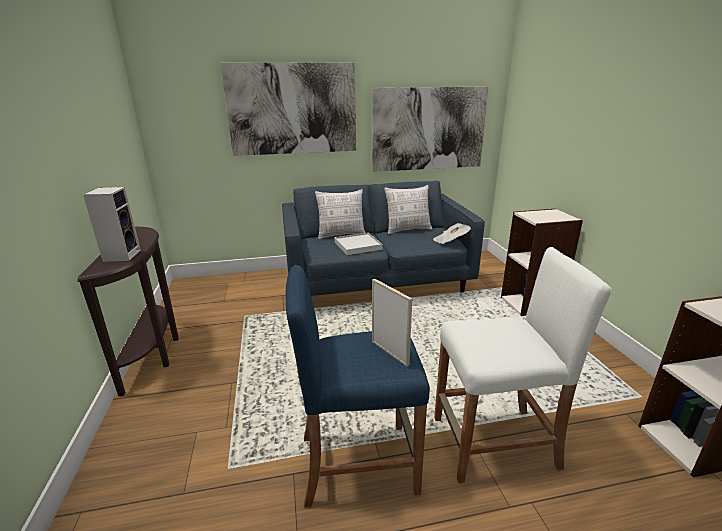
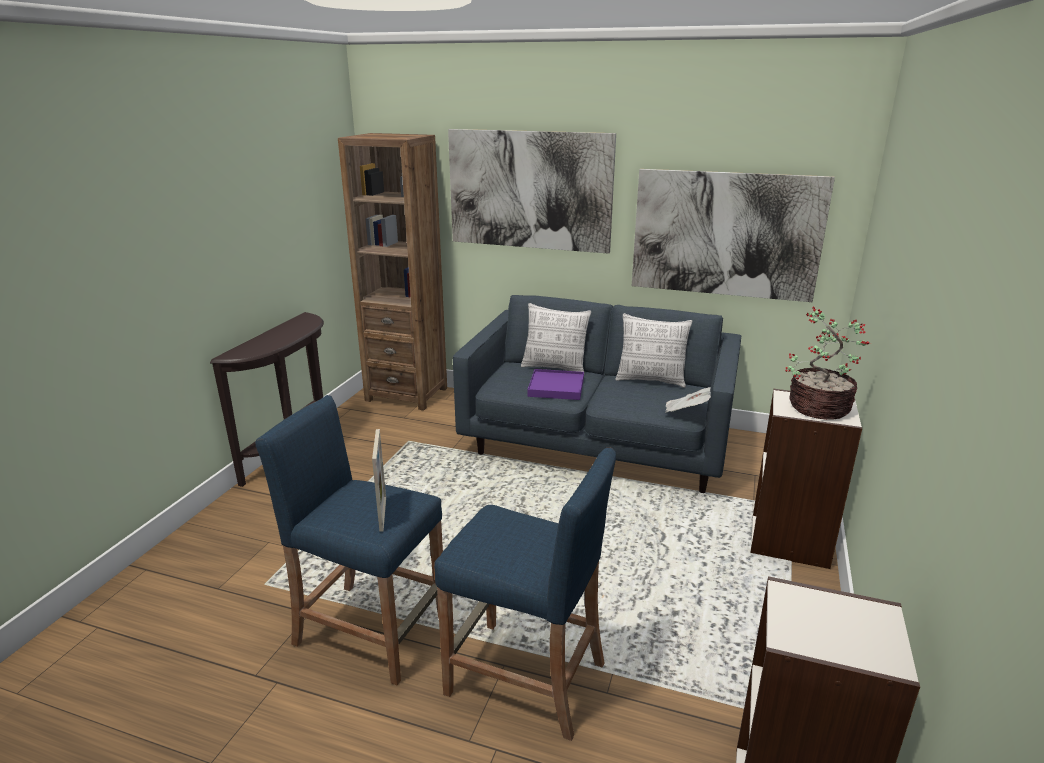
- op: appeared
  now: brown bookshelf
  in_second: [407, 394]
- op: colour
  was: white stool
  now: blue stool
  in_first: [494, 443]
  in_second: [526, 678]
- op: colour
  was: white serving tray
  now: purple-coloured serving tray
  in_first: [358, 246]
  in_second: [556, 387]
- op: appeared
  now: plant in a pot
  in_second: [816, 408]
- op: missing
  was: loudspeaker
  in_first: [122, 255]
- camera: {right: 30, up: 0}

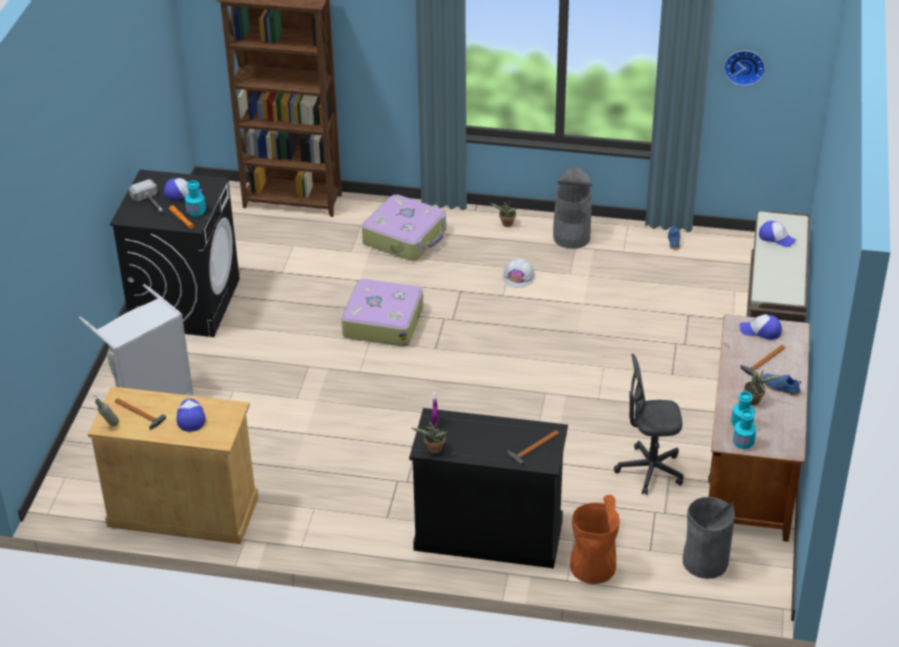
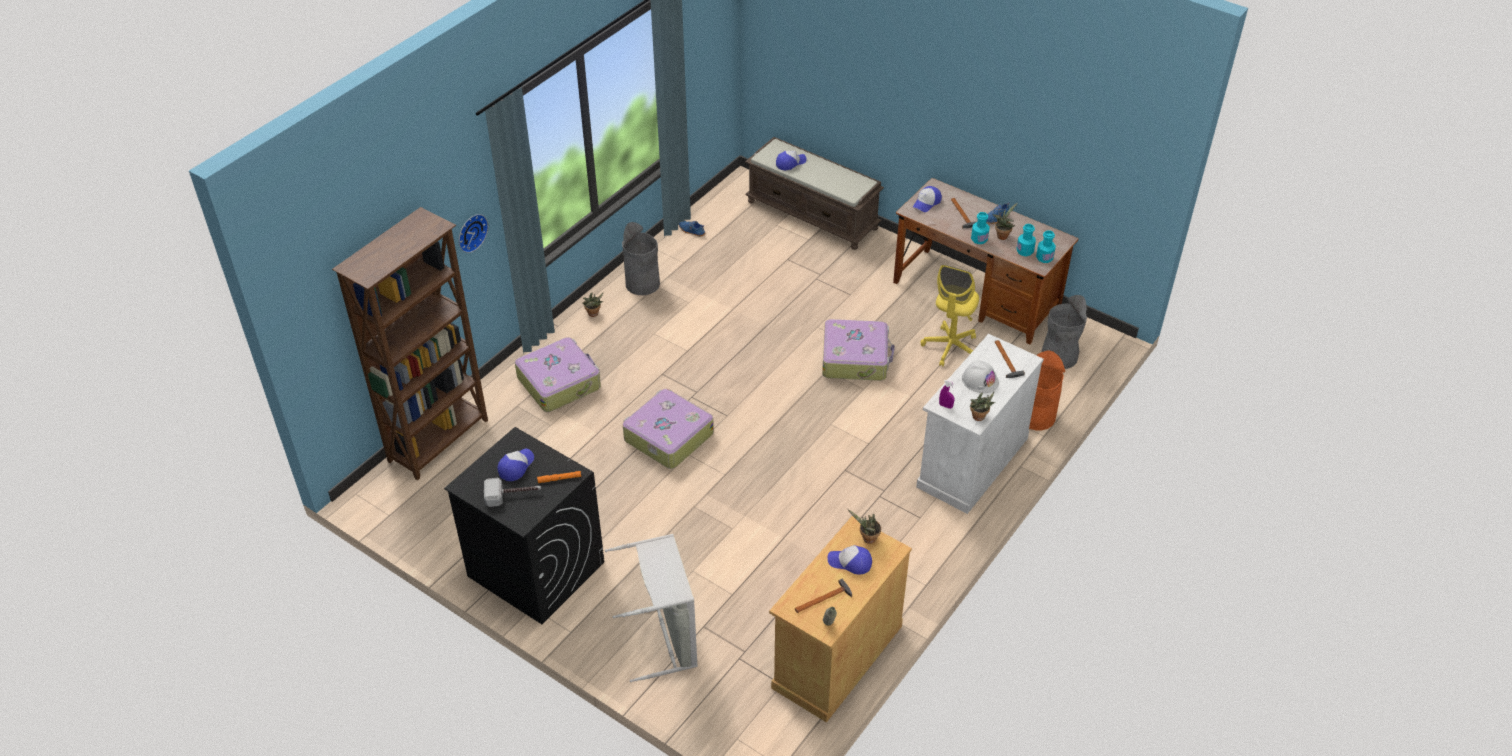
- op: relocated
  was: clock on the wall
  in_first: [744, 66]
  in_second: [471, 232]
- op: appeared
  now: travel case
  in_second: [855, 358]
- op: appeared
  now: plant in a pot
  in_second: [867, 539]
- op: colour
  was: blackish cupboard
  now: white cupboard
  in_first: [488, 534]
  in_second: [972, 462]
- op: colour
  was: greyish office chair
  now: yellow-coloured office chair
  in_first: [650, 471]
  in_second: [950, 347]
- op: relocated
  was: white work helmet
  in_first: [518, 277]
  in_second: [980, 380]
- op: relocated
  was: blue-green bottle
  in_first: [196, 211]
  in_second: [979, 239]
- camera: {right: -65, up: 5}

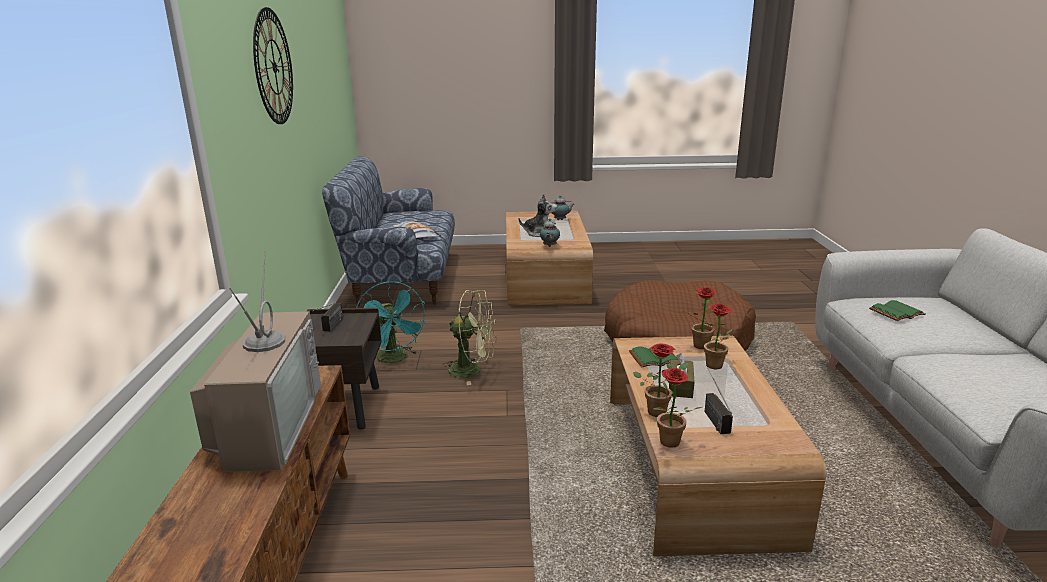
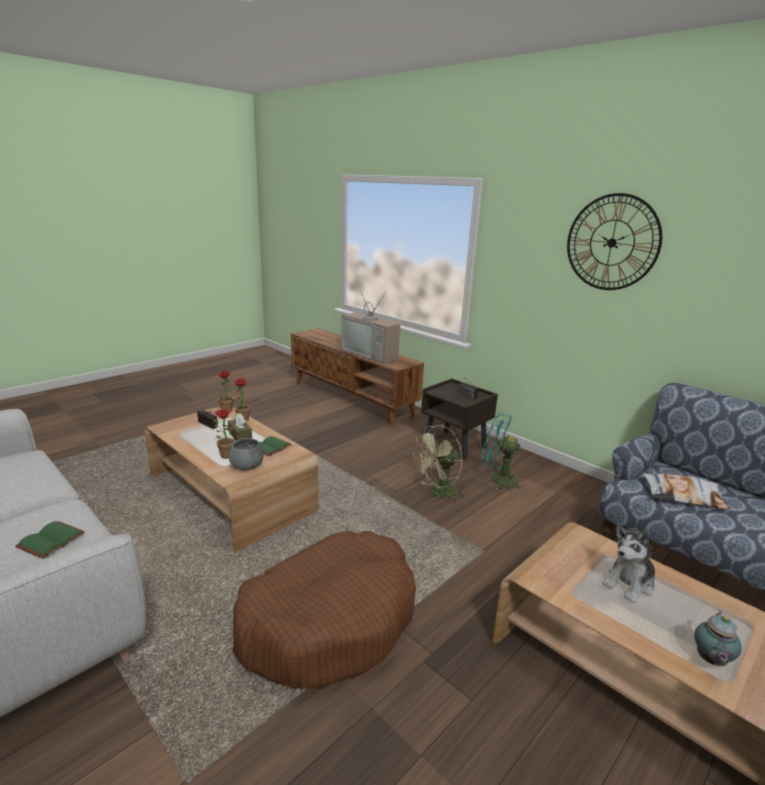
- op: exchanged
  was: plant in a pot
  now: greyish serving bowl
  in_first: [698, 346]
  in_second: [247, 466]
- op: missing
  was: teapot
  in_first: [549, 246]
- camera: {right: 135, up: 0}

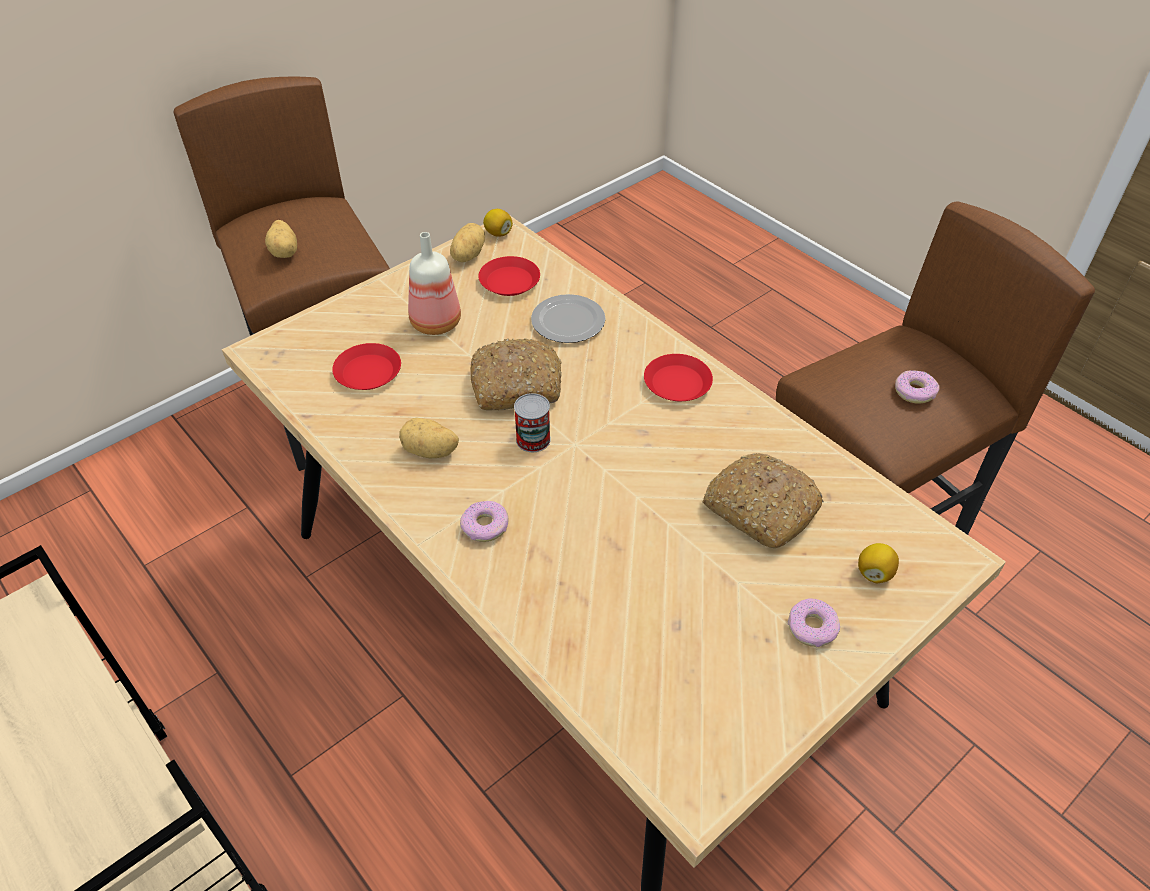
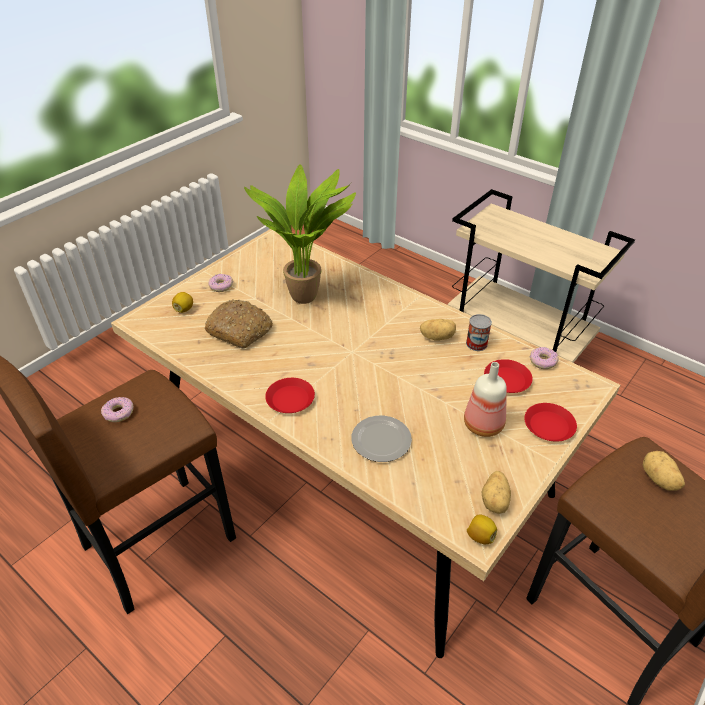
- op: appeared
  now: plant in a pot
  in_second: [307, 295]
- op: relocated
  was: can
  in_first: [533, 439]
  in_second: [476, 344]
- op: relocated
  was: red-coloured flat dish
  in_first: [509, 281]
  in_second: [549, 426]
- op: relocated
  was: doughnut
  in_first: [485, 526]
  in_second: [542, 361]
- op: missing
  was: bread
  in_first: [517, 385]
- camera: {right: 170, up: -5}

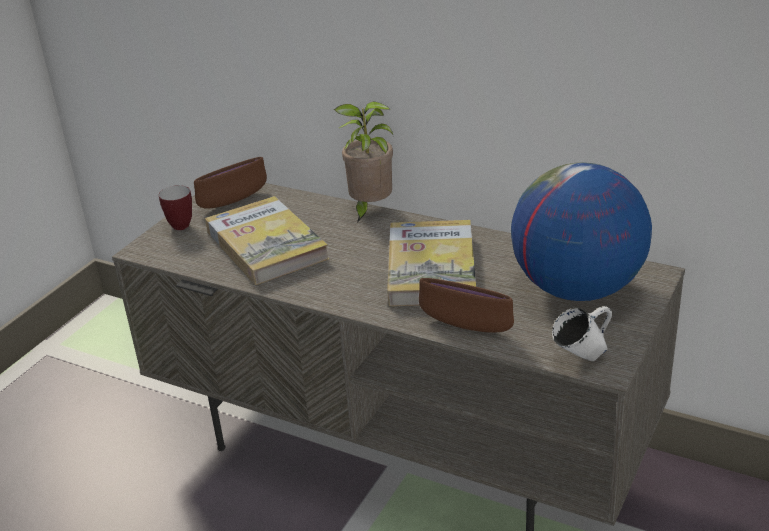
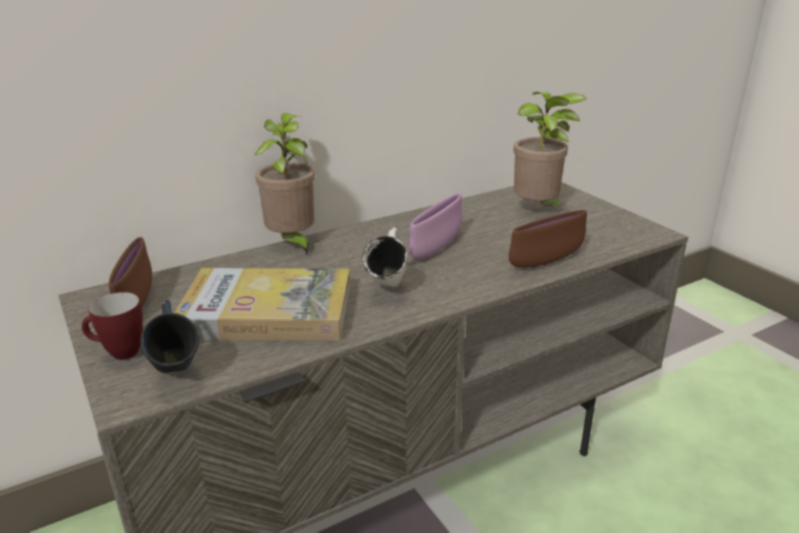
- op: appeared
  now: blue mug
  in_second: [177, 376]
- op: relocated
  was: white mug
  in_first: [581, 359]
  in_second: [388, 291]
- op: exchanged
  was: book
  now: purple-coloured serving bowl
  in_first: [431, 268]
  in_second: [436, 248]
- op: exchanged
  was: desk globe
  now: plant in a pot
  in_first: [576, 289]
  in_second: [538, 211]
- camera: {right: -60, up: -5}

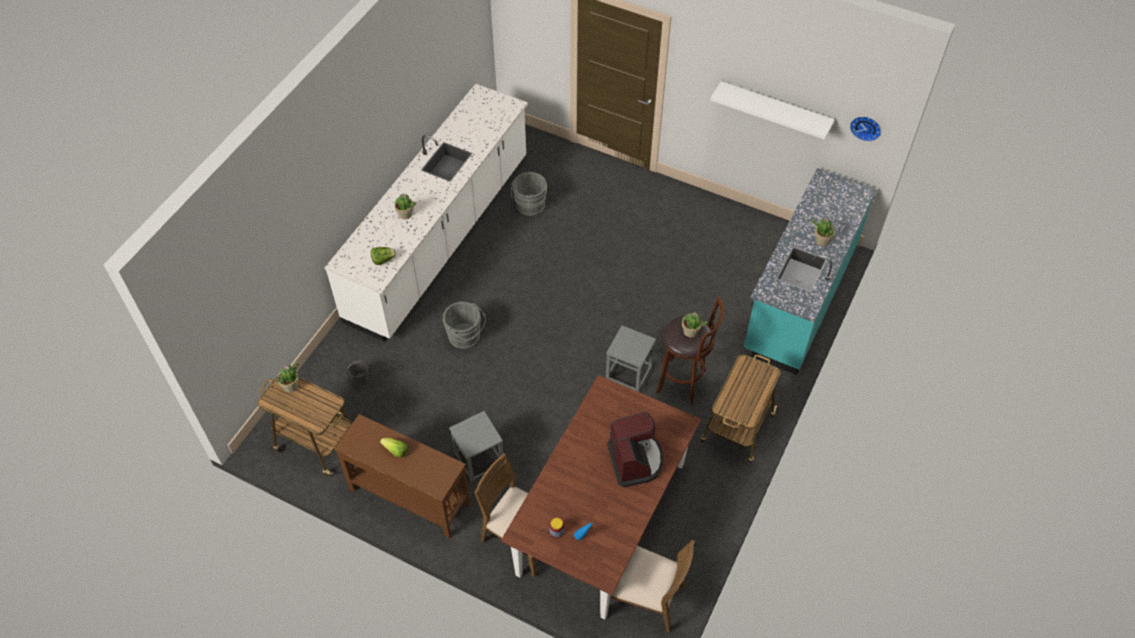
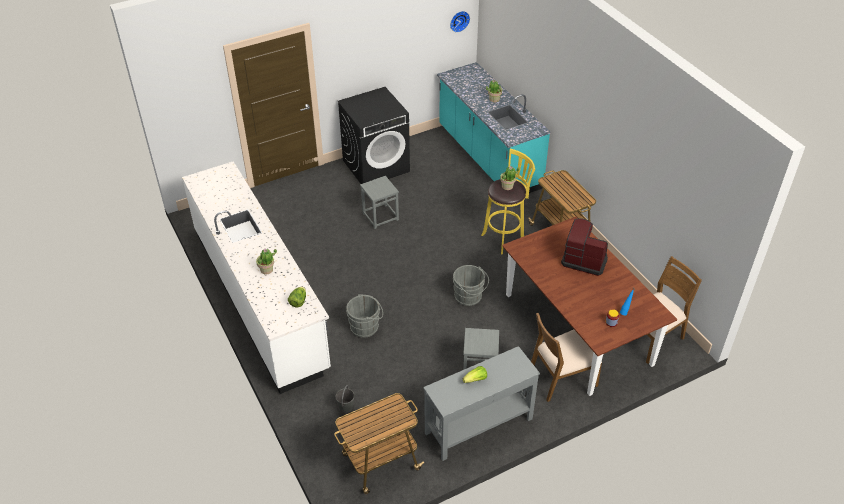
- op: appeared
  now: blackish laundry appliance
  in_second: [376, 165]
- op: relocated
  was: greyish stool
  in_first: [629, 373]
  in_second: [380, 216]
- op: colour
  was: brown narrow table
  now: greyish narrow table
  in_first: [409, 496]
  in_second: [478, 426]
- op: relocated
  was: greyish bucket
  in_first: [530, 207]
  in_second: [469, 297]
- op: colour
  was: brown stool
  now: yellow-coloured stool
  in_first: [684, 382]
  in_second: [505, 238]
- op: missing
  was: plant in a pot
  in_first: [291, 386]
- op: missing
  was: white shelf
  in_first: [775, 109]
- camera: {right: -55, up: -10}

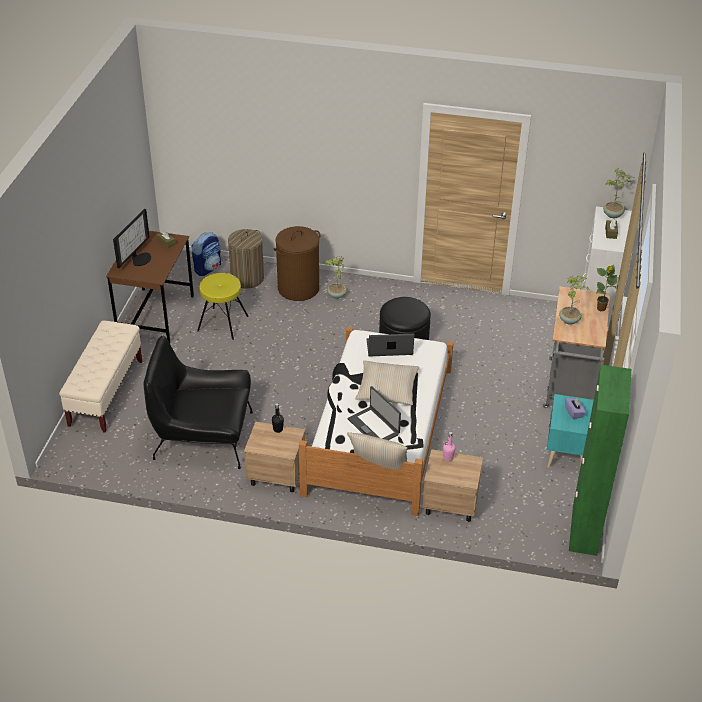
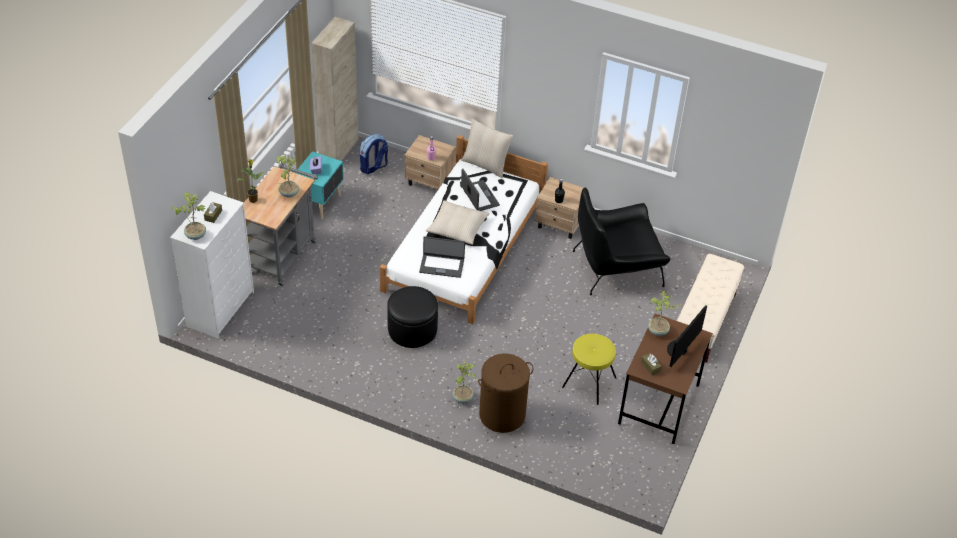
- op: colour
  was: green-coloured cupboard
  now: sand-coloured cupboard
  in_first: [584, 529]
  in_second: [339, 150]
- op: relocated
  was: rucksack
  in_first: [208, 268]
  in_second: [373, 167]
- op: spun
  was: blackish easy chair
  in_first: [202, 436]
  in_second: [617, 267]
  clockwise: 150
- op: appeared
  now: plant in a pot
  in_second: [658, 331]
- op: missing
  was: laundry basket
  in_first: [247, 278]
- camera: {right: -170, up: 5}

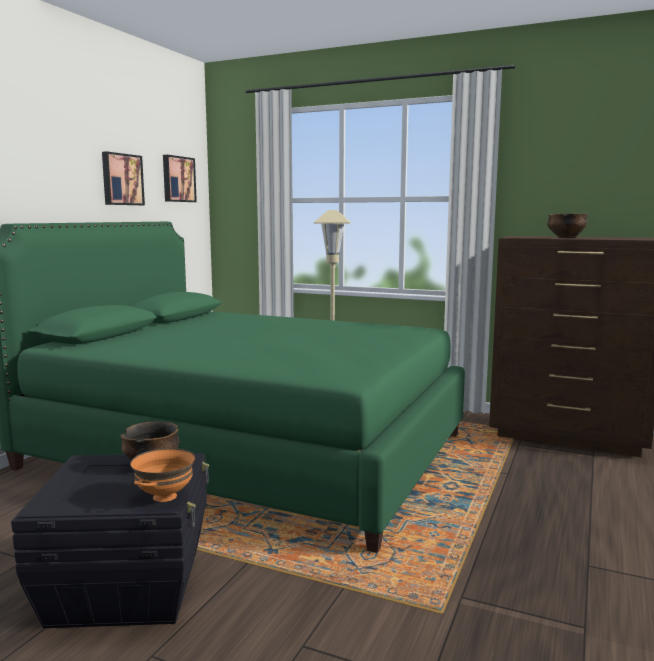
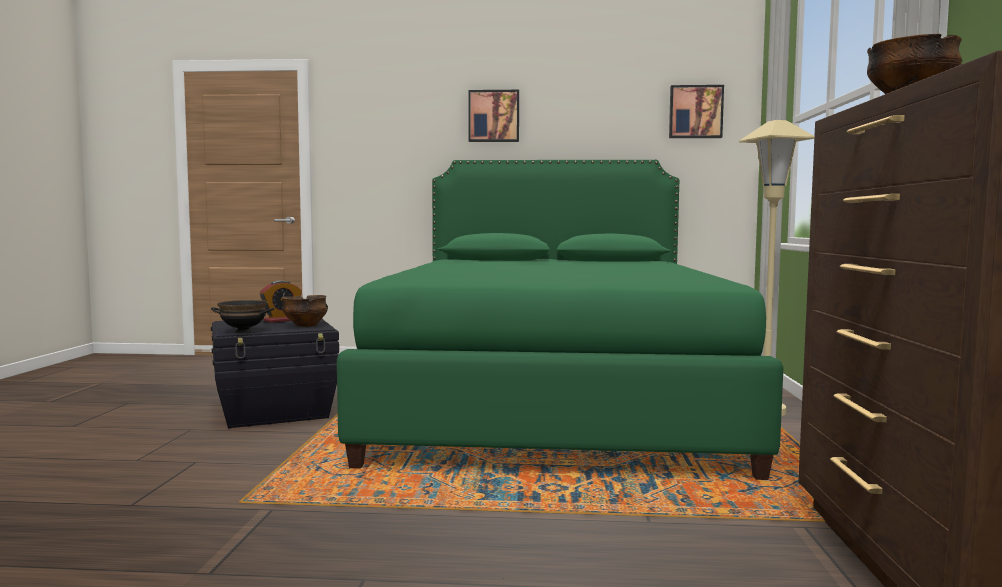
- op: colour
  was: orange serving bowl
  now: blackish serving bowl
  in_first: [165, 497]
  in_second: [243, 332]
- op: appeared
  now: alarm clock
  in_second: [281, 320]
- op: relocated
  was: wall picture
  in_first: [121, 179]
  in_second: [494, 116]
- camera: {right: 70, up: -5}

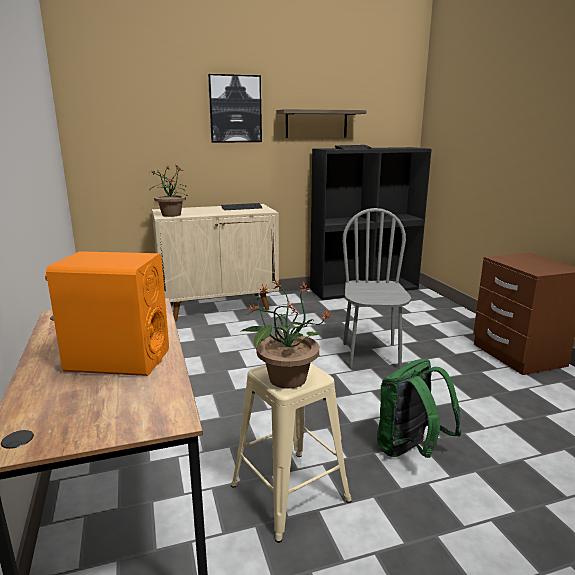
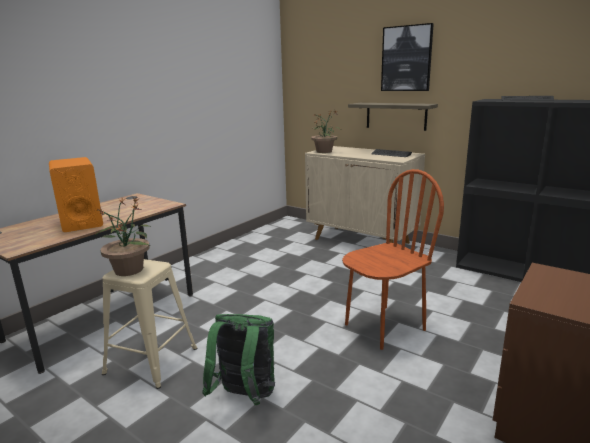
- op: colour
  was: greyish chair
  now: brown chair
  in_first: [371, 355]
  in_second: [384, 327]
- op: relocated
  was: shelf
  in_first: [316, 124]
  in_second: [396, 116]
- camera: {right: 55, up: 0}

